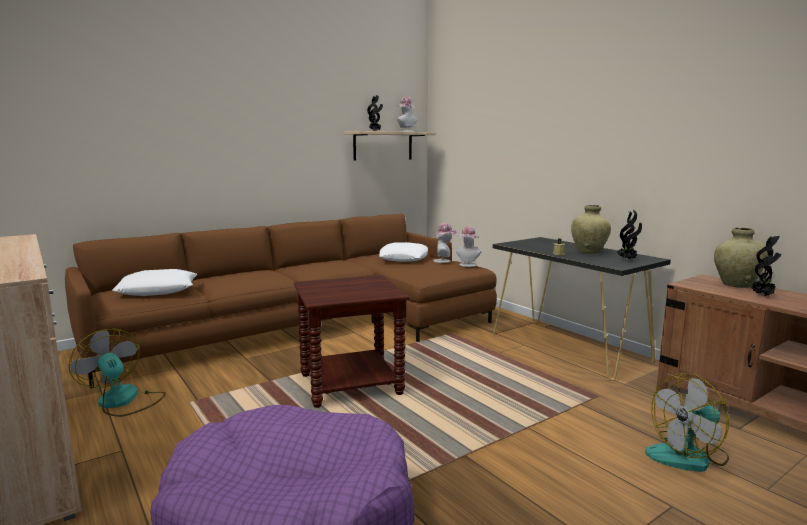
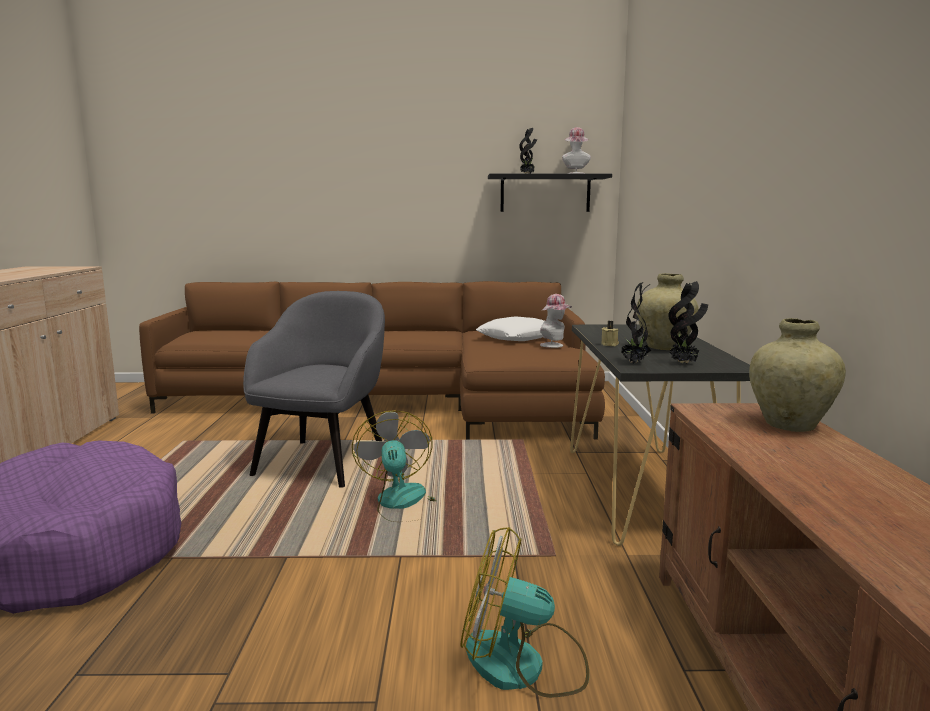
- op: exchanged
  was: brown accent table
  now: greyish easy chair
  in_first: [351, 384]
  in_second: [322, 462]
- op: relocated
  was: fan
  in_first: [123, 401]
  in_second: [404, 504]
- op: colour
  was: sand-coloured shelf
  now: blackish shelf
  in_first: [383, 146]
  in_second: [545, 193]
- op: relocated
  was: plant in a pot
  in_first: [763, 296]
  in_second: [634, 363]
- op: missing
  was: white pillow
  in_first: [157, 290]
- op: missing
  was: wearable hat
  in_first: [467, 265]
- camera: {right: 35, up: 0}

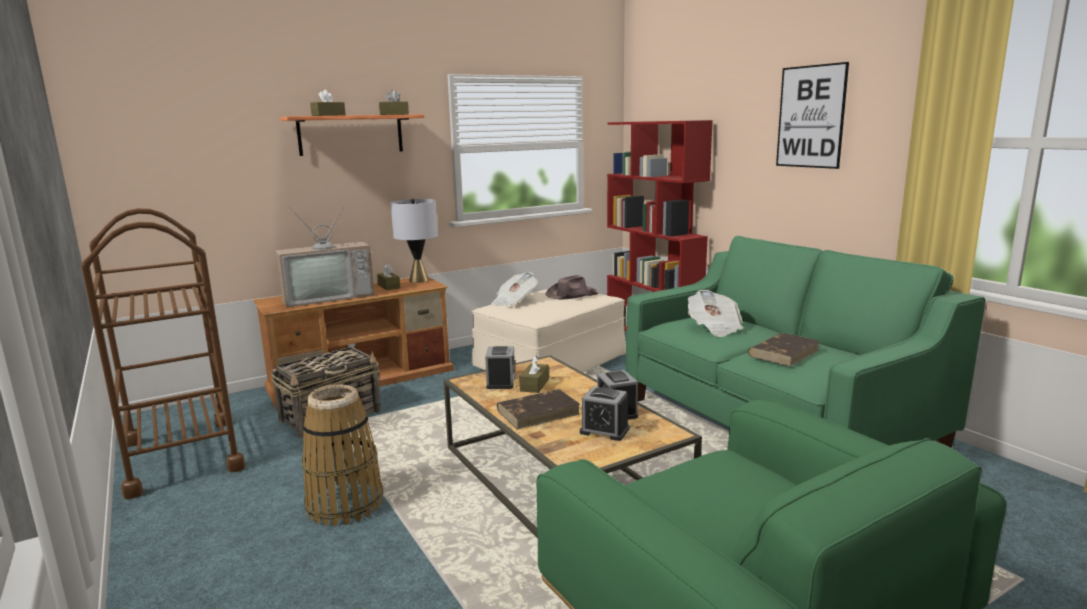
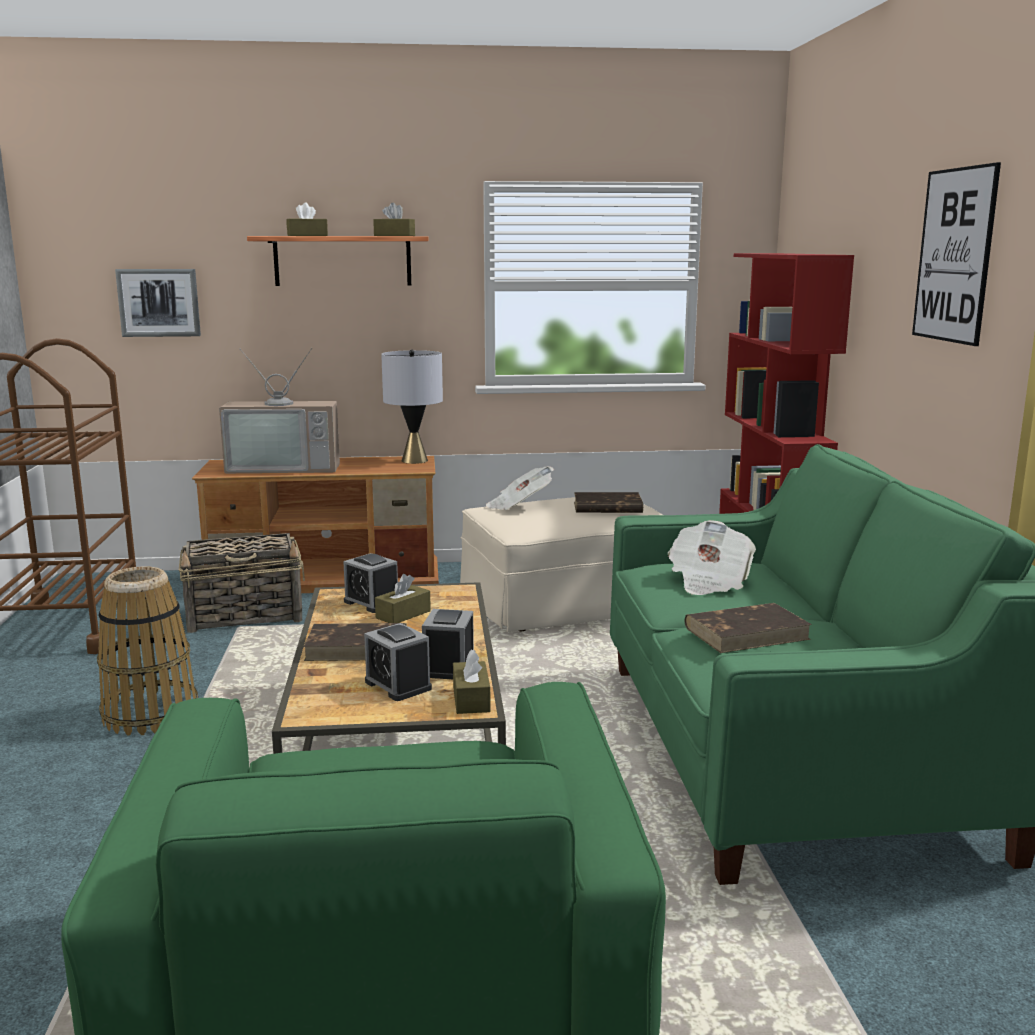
- op: appeared
  now: wall picture
  in_second: [159, 302]
- op: spun
  was: alarm clock
  in_first: [501, 381]
  in_second: [372, 603]
  clockwise: 105
- op: relocated
  was: brown box of tissues
  in_first: [388, 286]
  in_second: [471, 699]
- op: exchanged
  was: brown wearable hat
  now: brown book
  in_first: [571, 295]
  in_second: [607, 507]
- camera: {right: 25, up: 0}

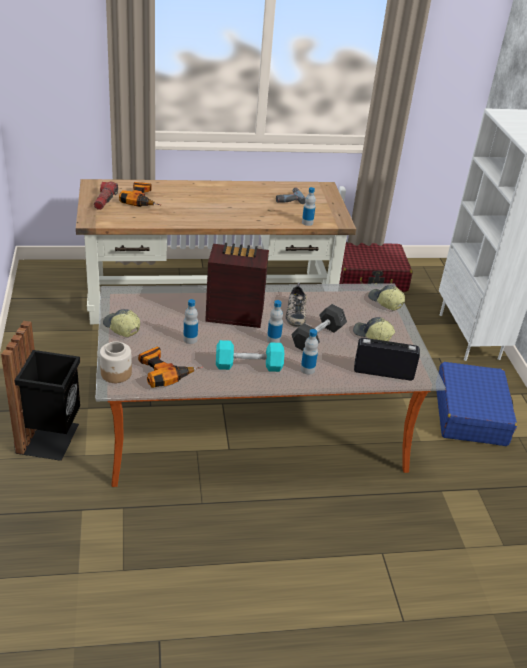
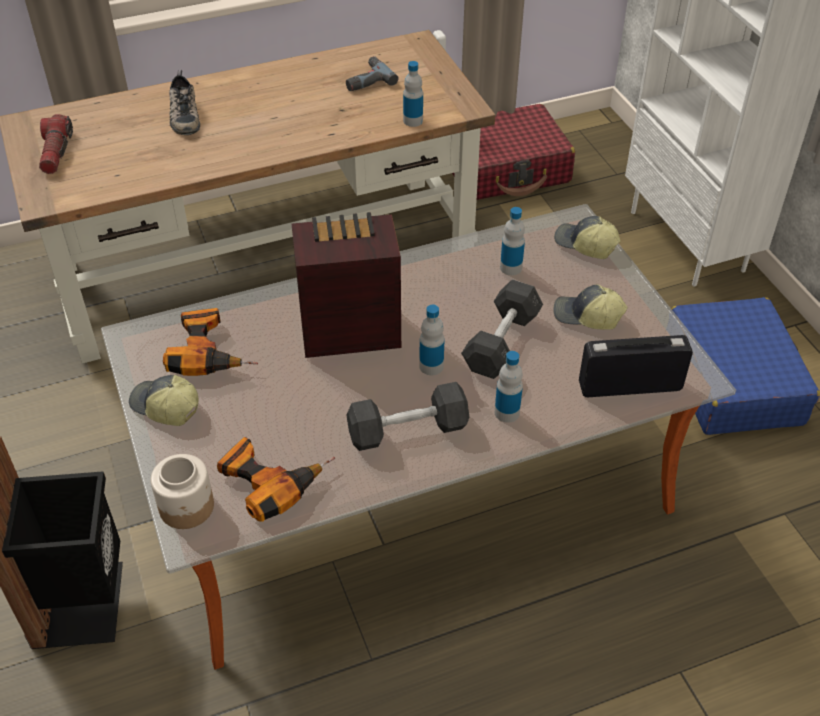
- op: relocated
  was: drill
  in_first: [142, 200]
  in_second: [210, 351]
- op: relocated
  was: shoe
  in_first: [295, 312]
  in_second: [183, 115]
- op: colour
  was: blue-green hand weight
  now: greyish hand weight
  in_first: [249, 365]
  in_second: [407, 430]
- op: relocated
  was: bottle
  in_first: [190, 339]
  in_second: [511, 267]
- camera: {right: -10, up: 10}

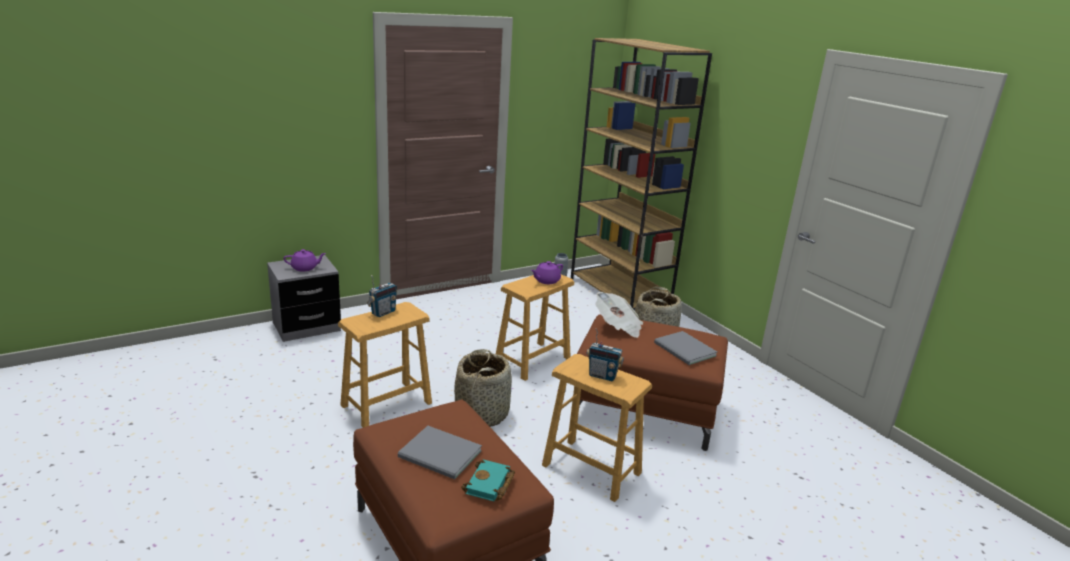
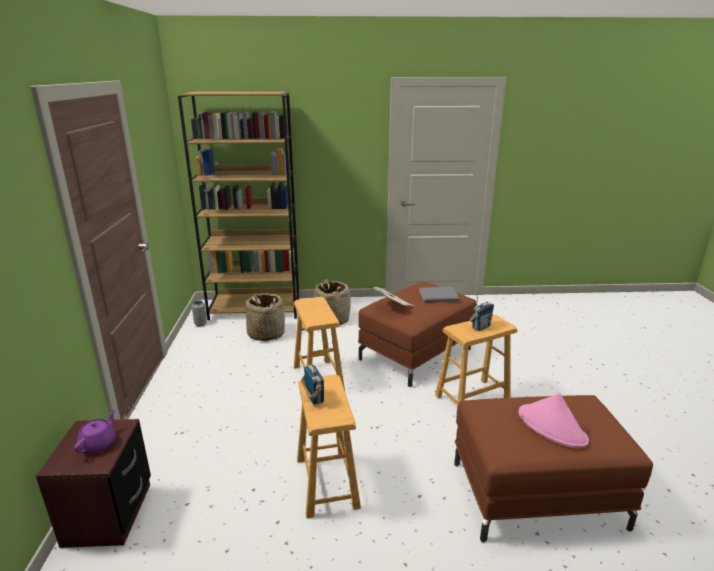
- op: colour
  was: greyish night table
  now: brown night table
  in_first: [306, 327]
  in_second: [108, 514]
- op: relocated
  was: storage basket
  in_first: [482, 413]
  in_second: [266, 334]
- op: exchanged
  was: greyish book
  now: pink-coloured wearable hat
  in_first: [441, 456]
  in_second: [552, 427]
- op: missing
  was: blue-green book
  in_first: [490, 485]
- op: missing
  was: purple-coloured teapot
  in_first: [546, 281]
- camera: {right: -60, up: 0}

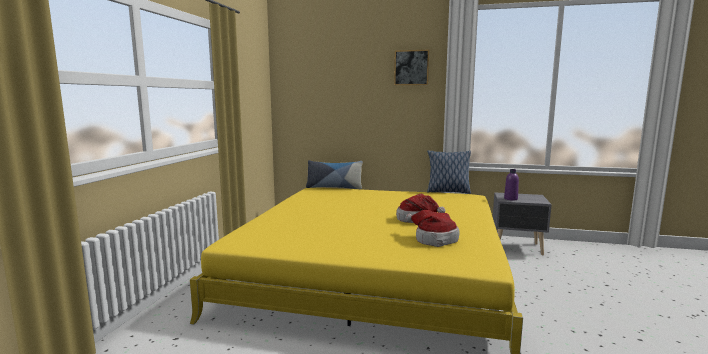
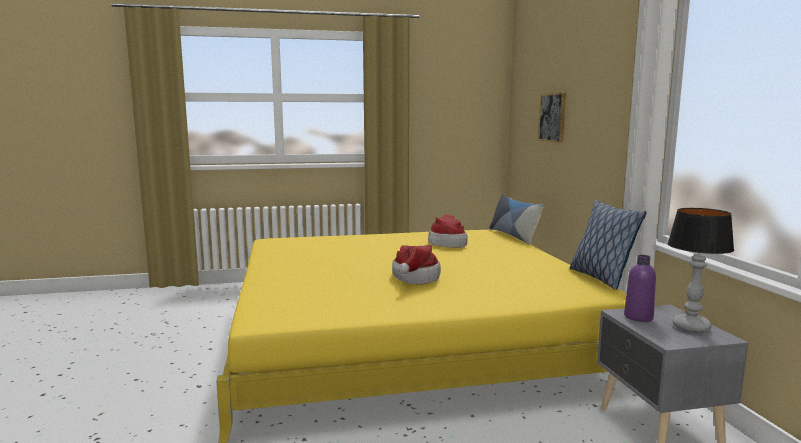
- op: relocated
  was: wearable hat
  in_first: [433, 239]
  in_second: [448, 243]
- op: relocated
  was: wall picture
  in_first: [411, 67]
  in_second: [552, 117]
- op: appeared
  now: lamp for a table
  in_second: [690, 327]
- camera: {right: 65, up: 0}

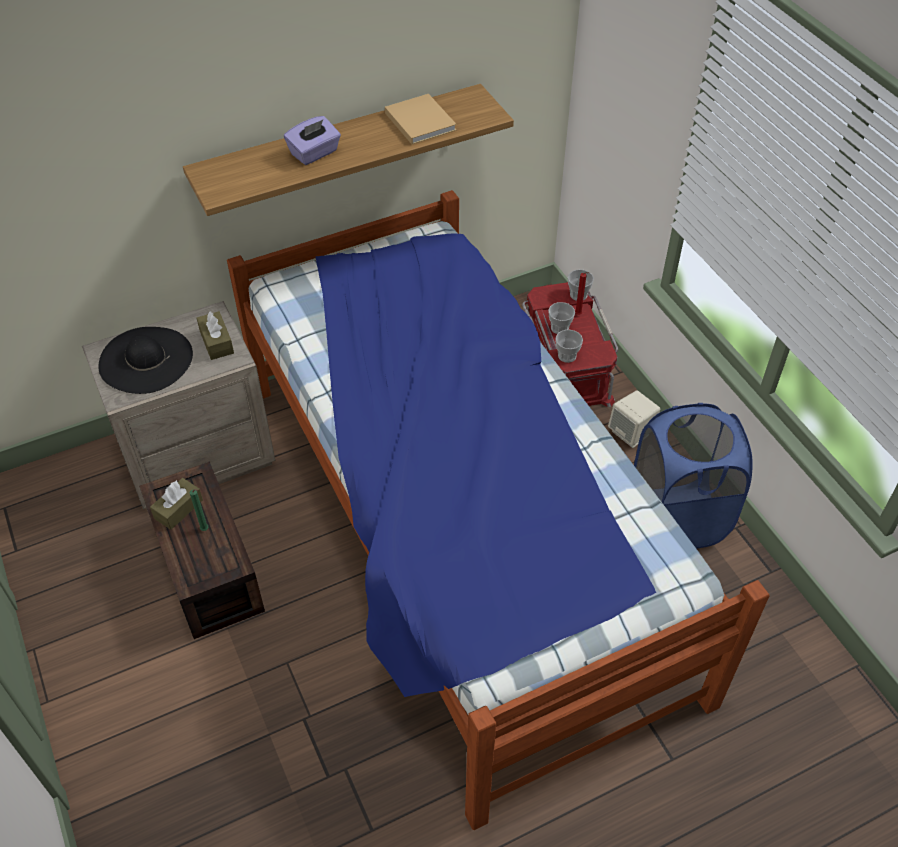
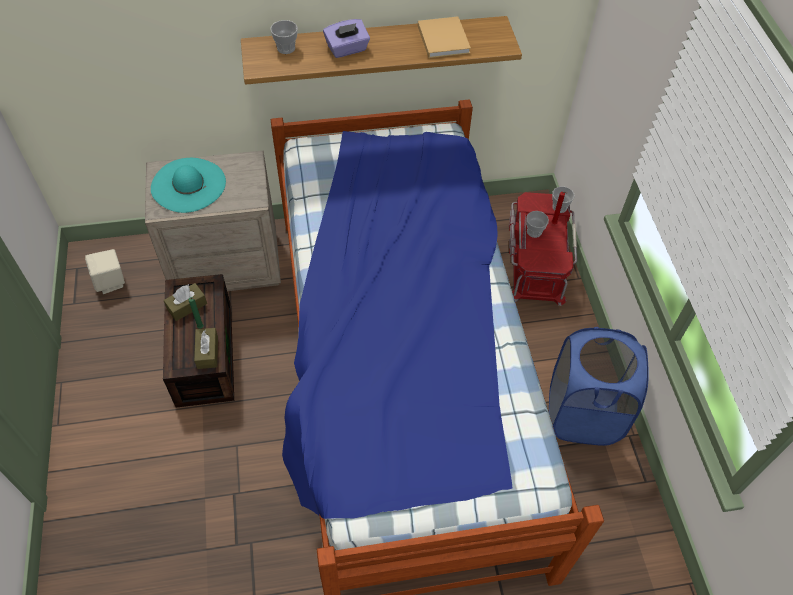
- op: relocated
  was: sand-coloured loudspeaker
  in_first: [631, 433]
  in_second: [111, 282]
- op: colour
  was: blackish wearable hat
  now: blue-green wearable hat
  in_first: [145, 360]
  in_second: [188, 185]
- op: relocated
  was: brown box of tissues
  in_first: [216, 342]
  in_second: [207, 352]
- op: relocated
  was: drinking cup
  in_first: [567, 356]
  in_second: [286, 48]
- camera: {right: 15, up: 5}

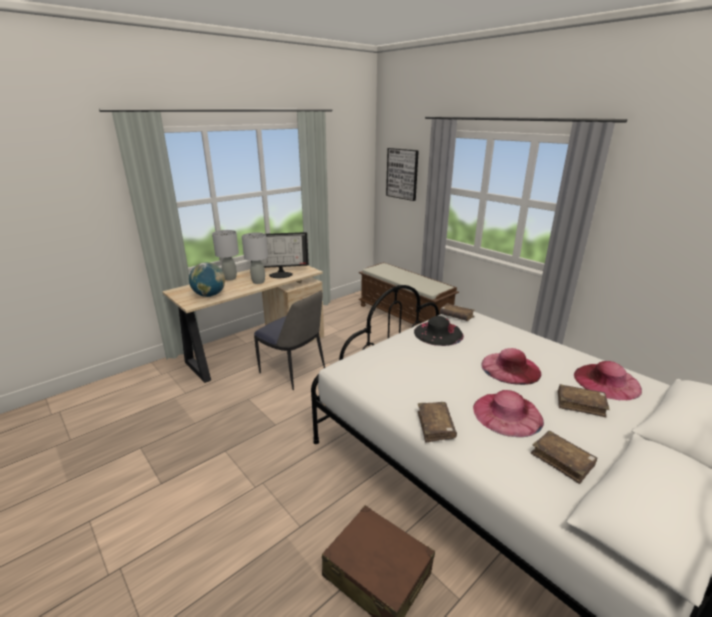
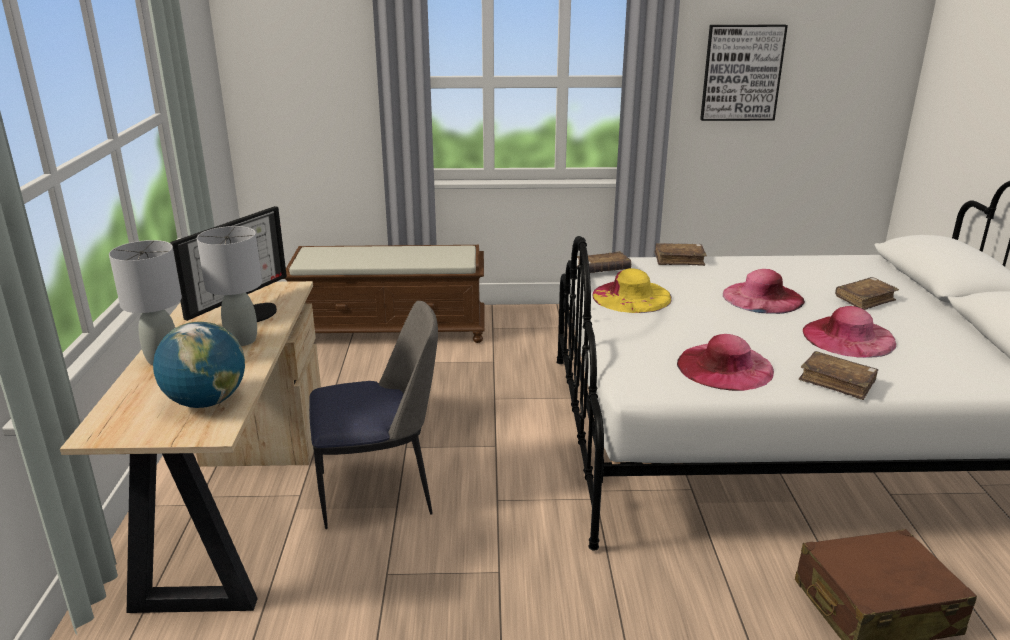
- op: colour
  was: blackish wearable hat
  now: yellow-coloured wearable hat
  in_first: [438, 333]
  in_second: [631, 296]
- op: relocated
  was: brown book
  in_first: [562, 461]
  in_second: [679, 260]
- op: relocated
  was: pink-coloured wearable hat
  in_first: [607, 382]
  in_second: [725, 367]
- op: relocated
  was: wall picture
  in_first: [402, 174]
  in_second: [741, 73]
- camera: {right: -50, up: 0}

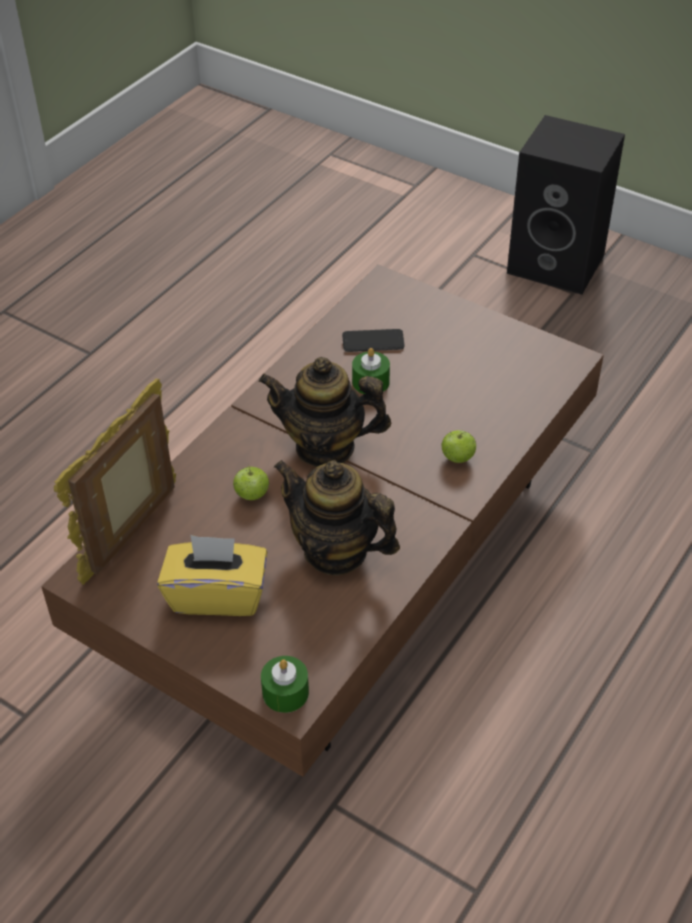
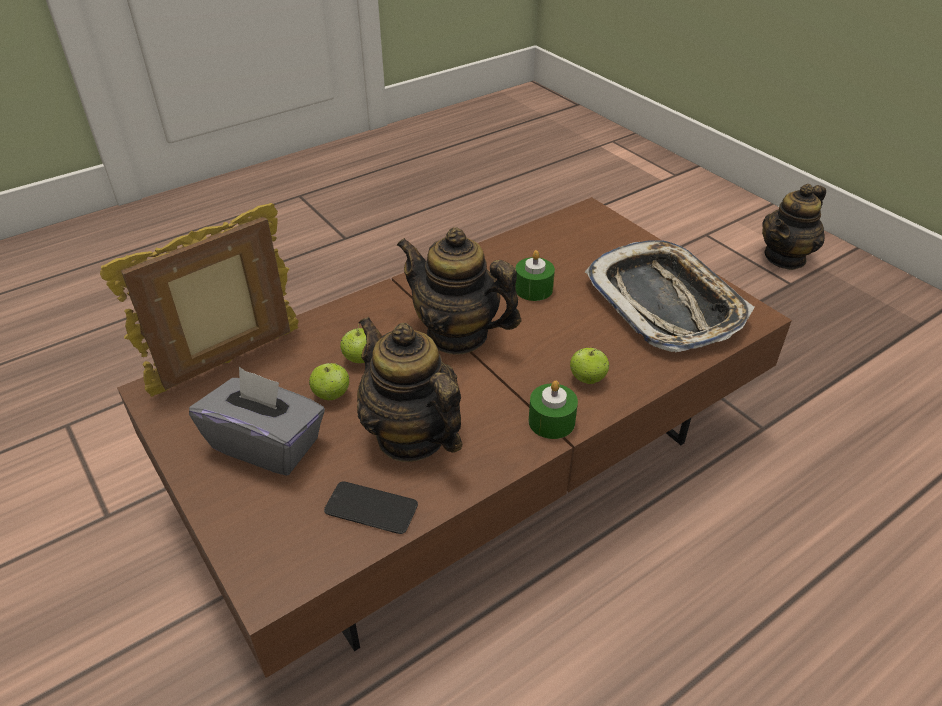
- op: colour
  was: yellow-coloured box of tissues
  now: greyish box of tissues
  in_first: [217, 595]
  in_second: [267, 444]
- op: appeared
  now: apple fruit
  in_second: [331, 395]
- op: relocated
  was: phone
  in_first: [373, 341]
  in_second: [371, 508]
- op: relocated
  was: green-coloured wax light
  in_first: [285, 692]
  in_second: [551, 421]
- op: appeared
  now: serving tray
  in_second: [665, 303]
- op: exchanged
  was: blackish loudspeaker
  now: teapot
  in_first: [558, 263]
  in_second: [785, 257]
- camera: {right: 20, up: -5}

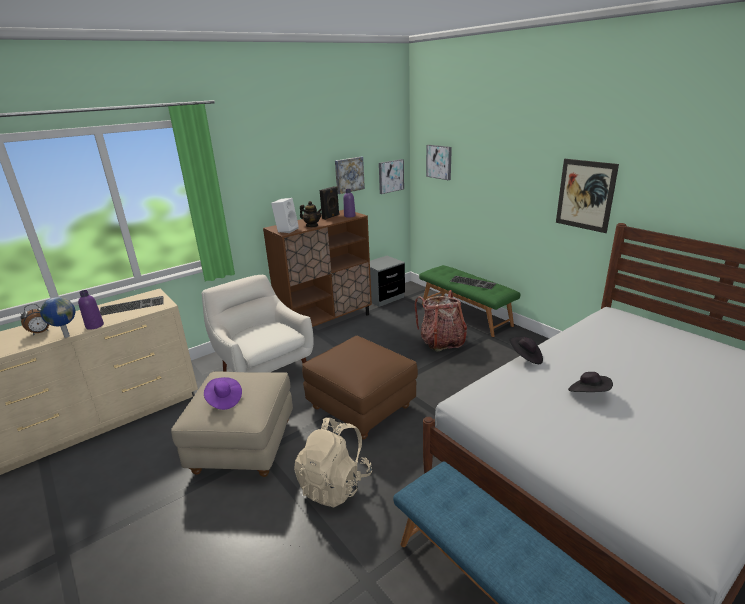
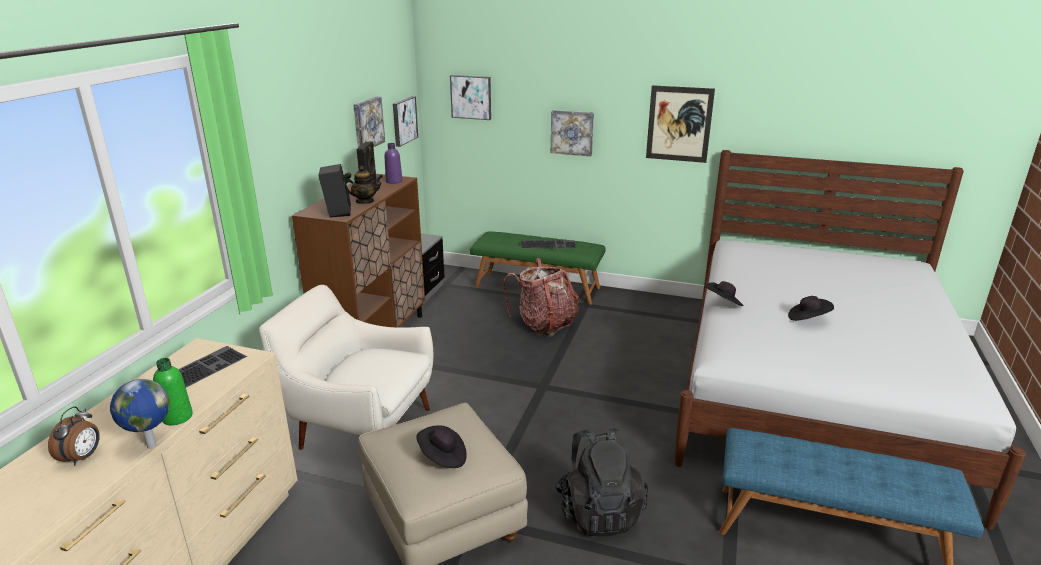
- op: colour
  was: purple-coloured bottle
  now: green-coloured bottle
  in_first: [94, 326]
  in_second: [177, 417]
- op: colour
  was: white loudspeaker
  now: blackish loudspeaker
  in_first: [286, 230]
  in_second: [337, 212]
- op: colour
  was: purple-coloured wearable hat
  now: blackish wearable hat
  in_first: [224, 400]
  in_second: [443, 457]
- op: appeared
  now: wall picture
  in_second: [572, 132]
- op: colour
  was: sand-coloured rucksack
  now: blackish rucksack
  in_first: [335, 484]
  in_second: [599, 512]
- op: missing
  was: brown ottoman
  in_first: [361, 408]
- camera: {right: -35, up: 0}

